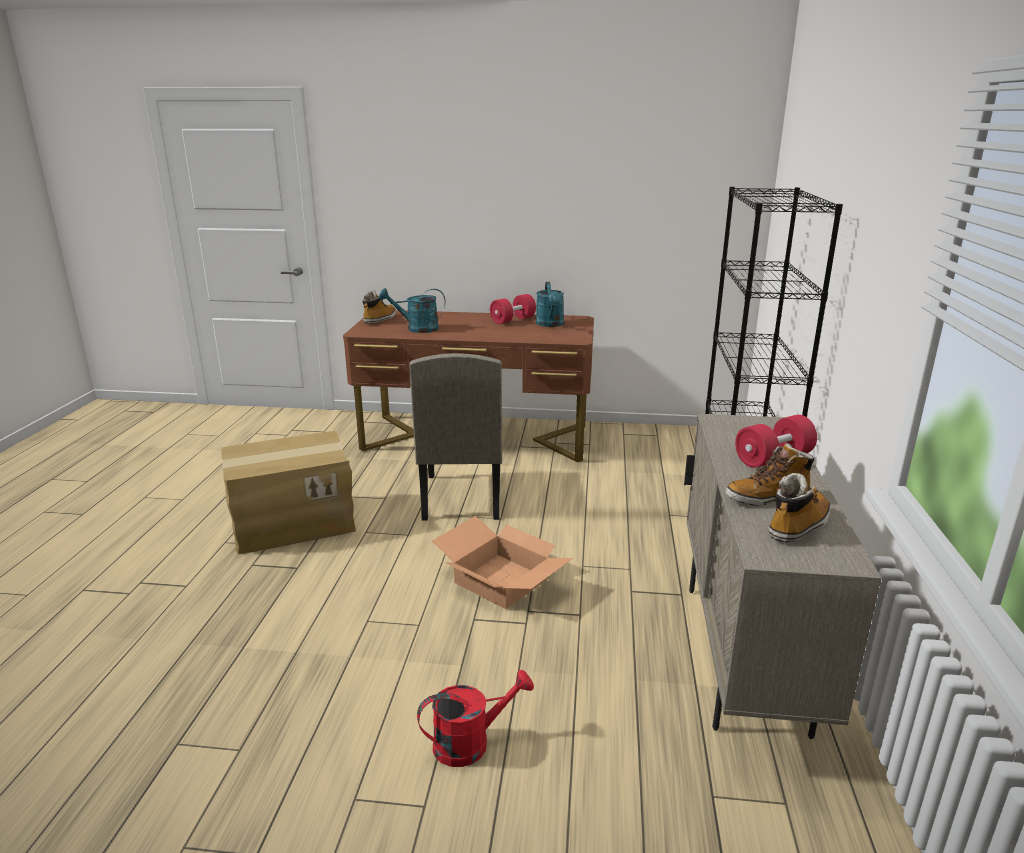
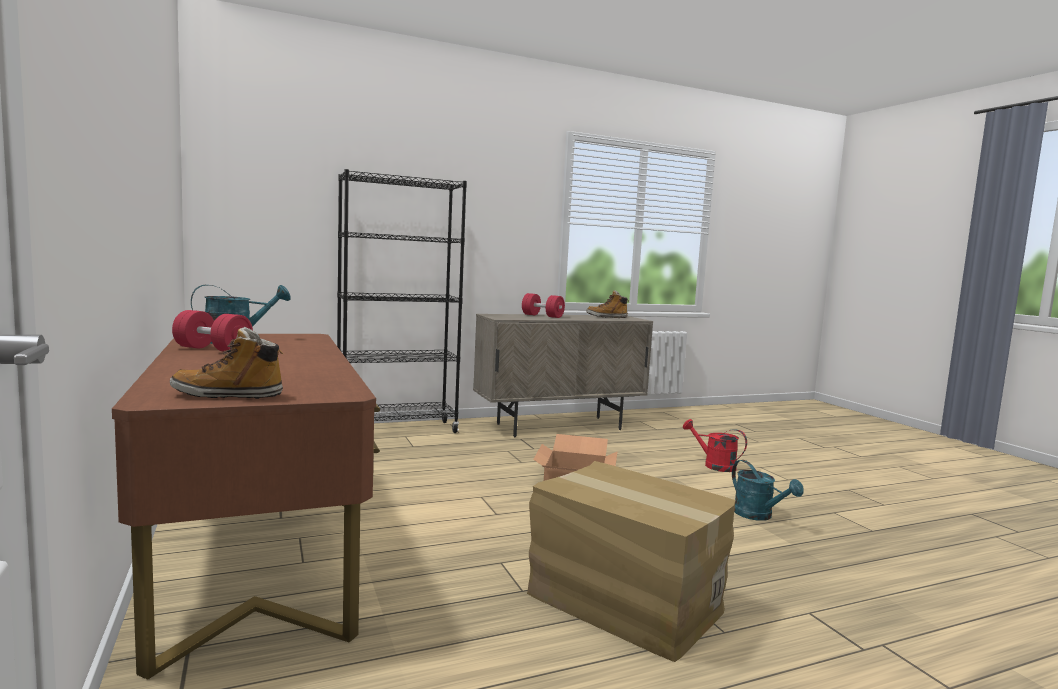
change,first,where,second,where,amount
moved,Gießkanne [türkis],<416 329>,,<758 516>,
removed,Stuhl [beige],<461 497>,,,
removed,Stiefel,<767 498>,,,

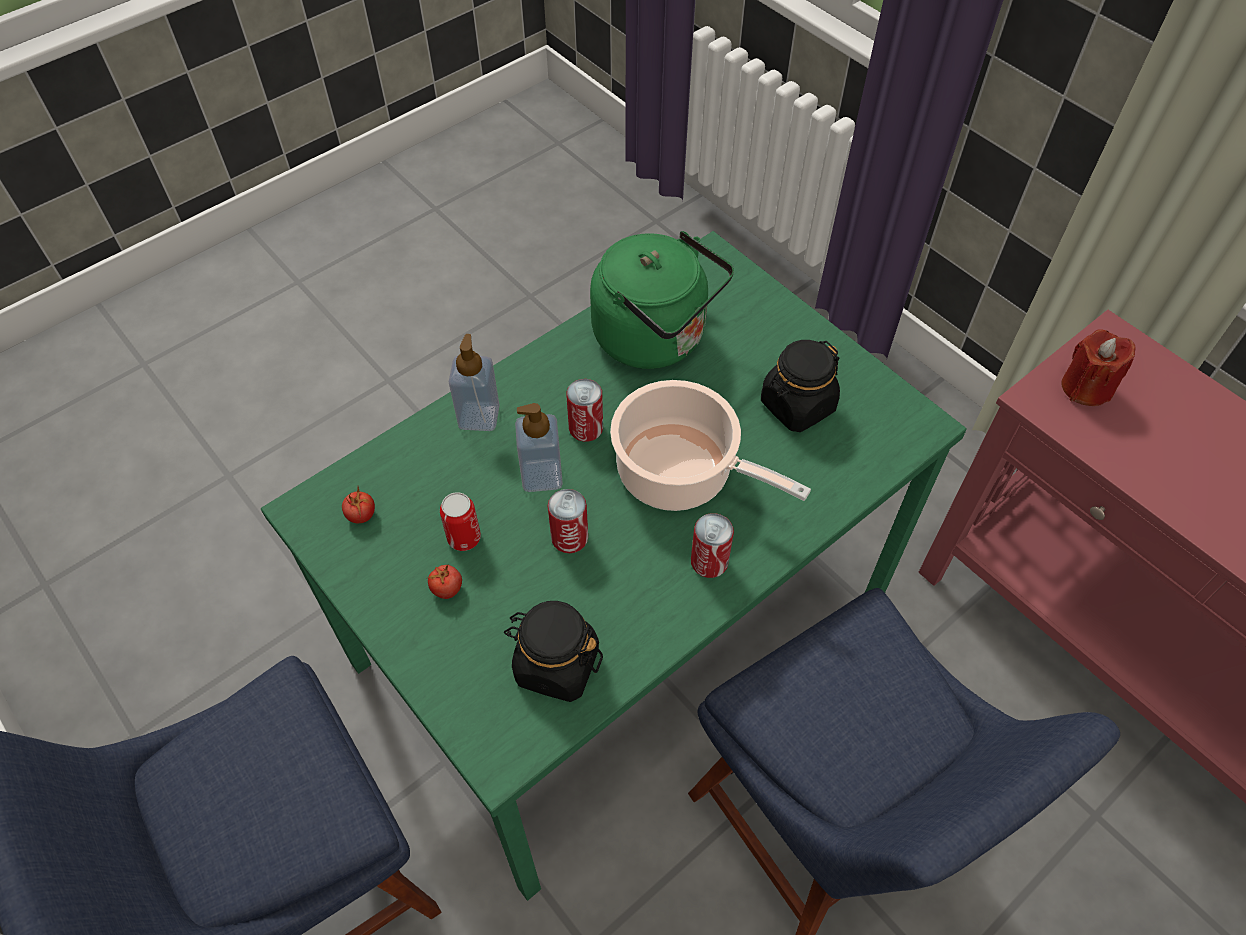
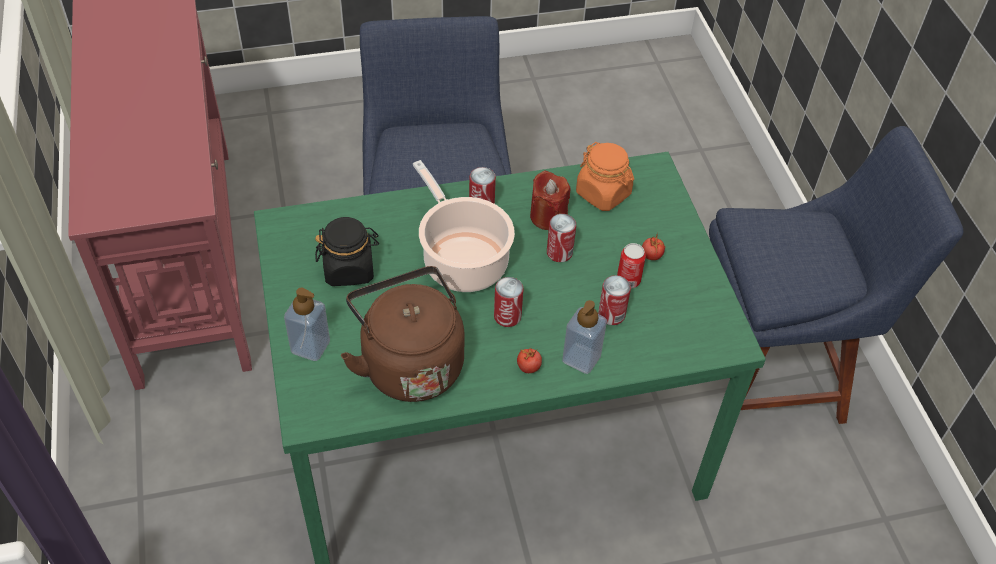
change,first,where,second,where,amount
moved,Seifenspender,<542 475>,,<310 346>,
recoloured,Wasserkessel [grün],<656 338>,Wasserkessel [braun],<409 363>,
moved,Tomate,<361 515>,,<528 367>,
moved,Kerze [rot],<1085 388>,,<548 217>,
recoloured,Vorratsglas [schwarz],<556 665>,Vorratsglas [orange],<603 194>,
added,,,Dose,<611 315>,

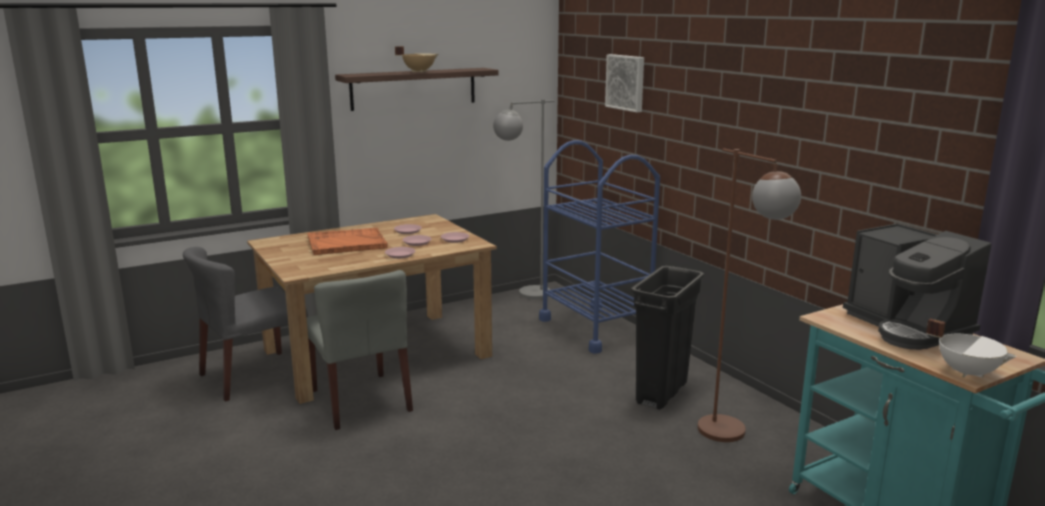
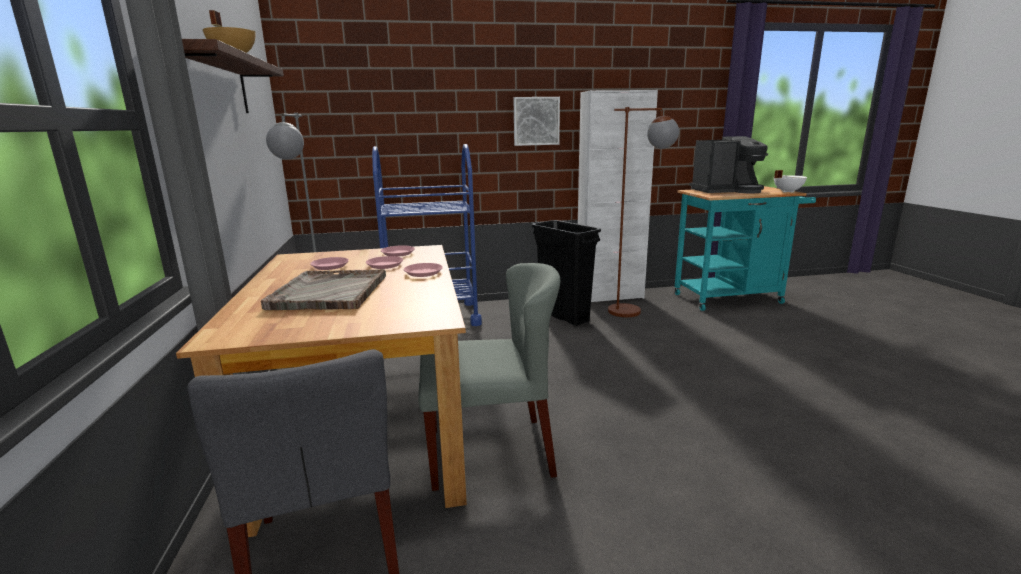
change,first,where,second,where,amount
recoloured,Tablett [orange],<346 243>,Tablett [grau],<329 292>,
moved,Bild,<626 82>,,<536 121>,
added,,,Schrank [weiß],<609 296>,

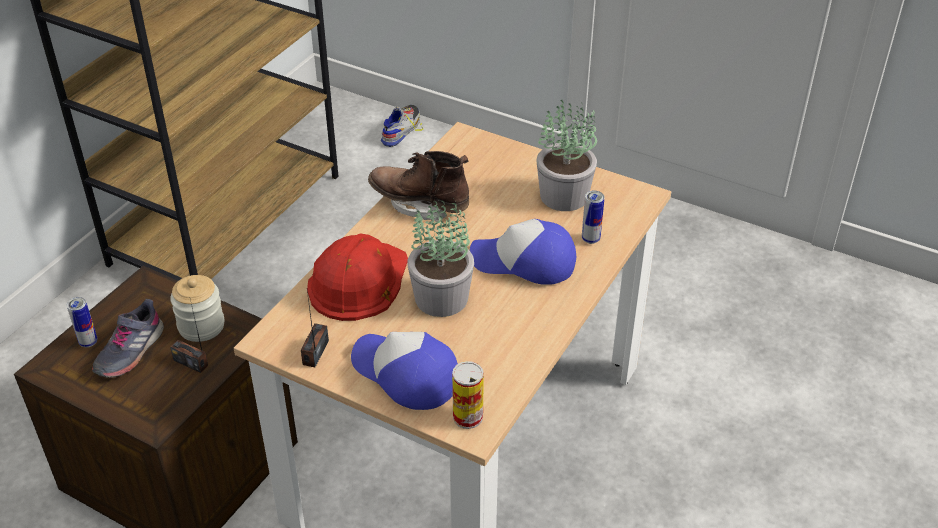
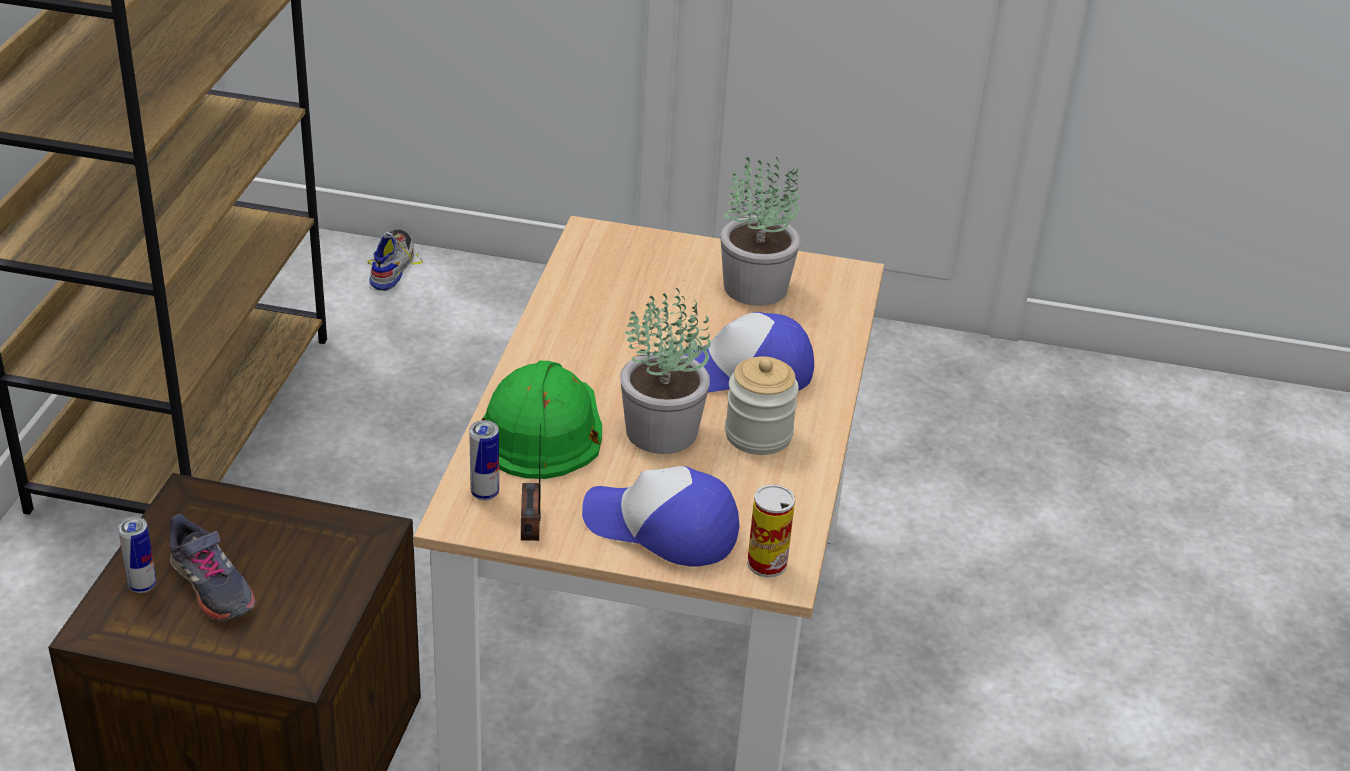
change,first,where,second,where,amount
turned,Schuh [grau],<129 351>,,<211 586>,45 degrees counterclockwise
moved,Dose,<590 239>,,<485 493>,
recoloured,Schutzhelm [rot],<358 281>,Schutzhelm [grün],<541 427>,
moved,Vorratsglas,<201 326>,,<758 435>,
removed,Radio,<191 362>,,,
removed,Stiefel [braun],<420 204>,,,

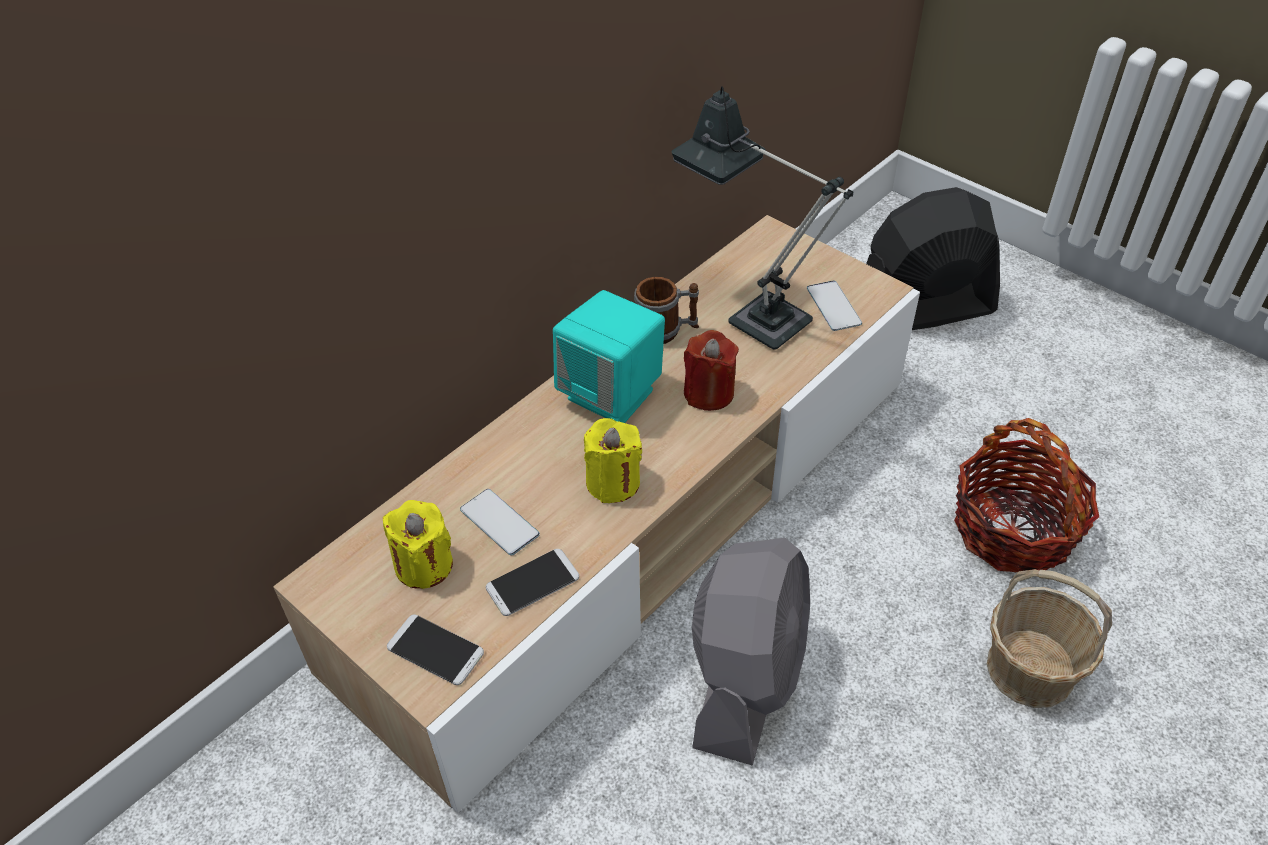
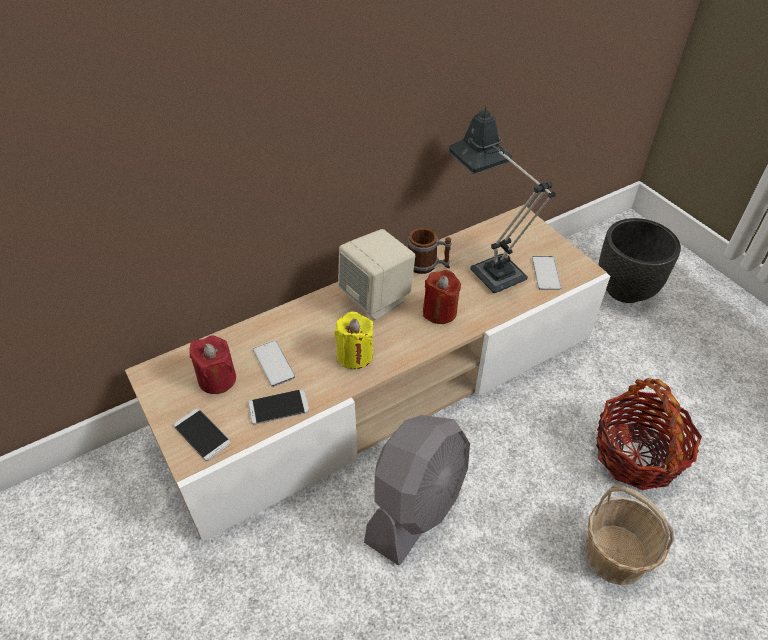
change,first,where,second,where,amount
recoloured,Kerze [gelb],<424 565>,Kerze [rot],<217 379>,
recoloured,Lautsprecher [türkis],<612 394>,Lautsprecher [beige],<376 299>,
replaced,Ventilator [schwarz],<922 310>,Pflanzkübel [schwarz],<624 291>,

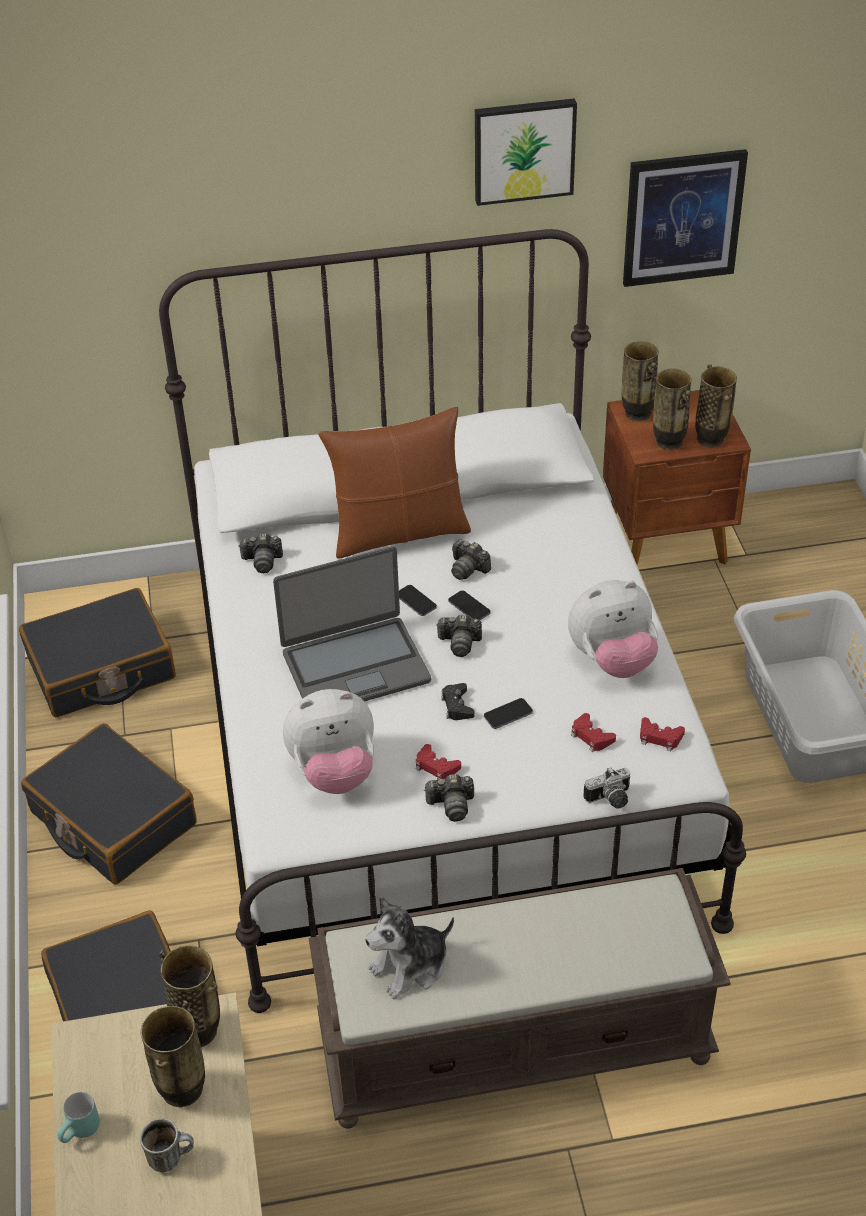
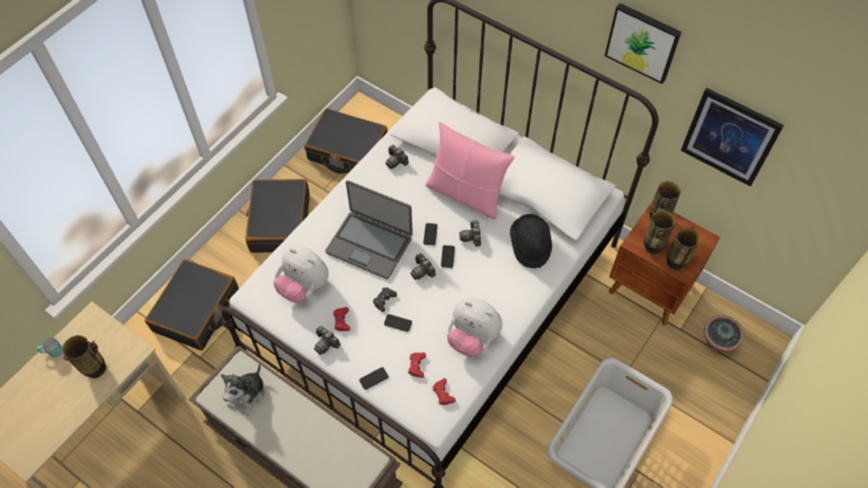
change,first,where,second,where,amount
turned,Plüschtier,<411 967>,,<248 395>,75 degrees counterclockwise
added,,,Handy,<374 379>,
recoloured,Kissen [braun],<399 533>,Kissen [rosa],<466 194>,
added,,,Hut [schwarz],<530 246>,
added,,,Topfpflanze,<717 342>,
removed,Henkelbecher,<171 1157>,,,
removed,Vase,<198 1031>,,,
removed,Kamera,<610 799>,,,

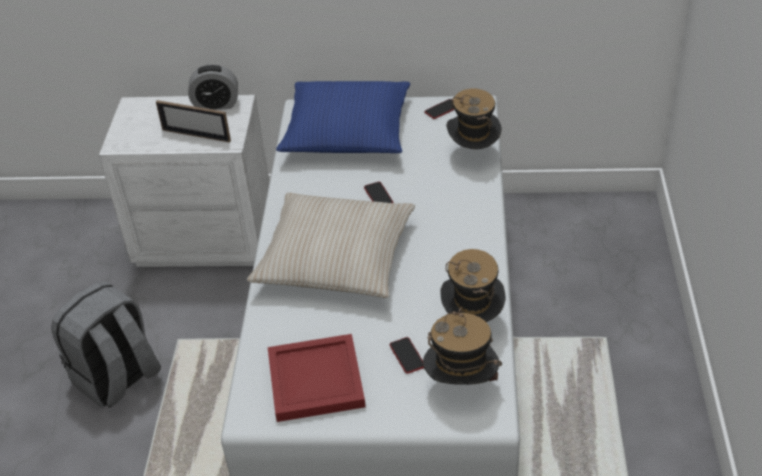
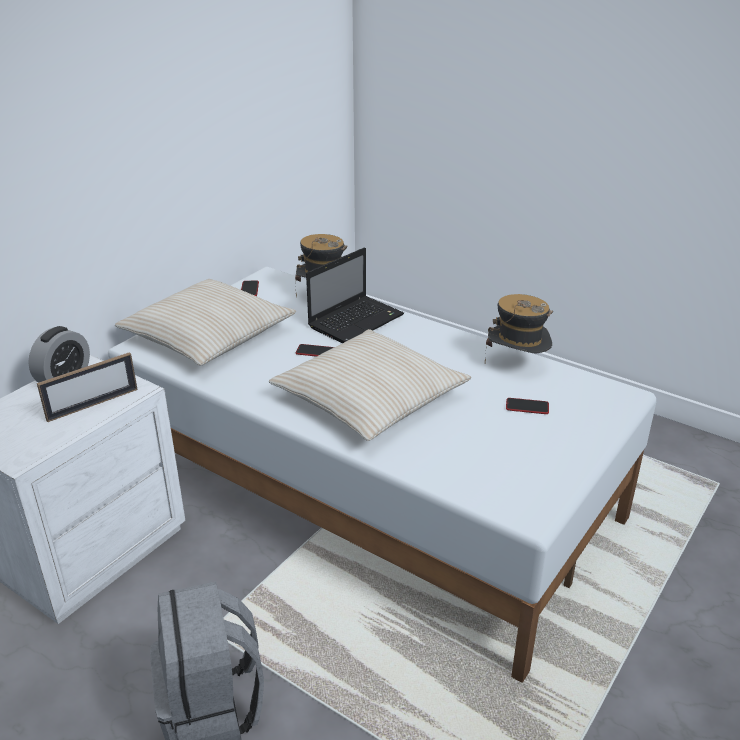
change,first,where,second,where,amount
recoloured,Kissen [blau],<347 131>,Kissen [beige],<208 336>,
added,,,Laptop,<357 320>,
removed,Tablett [rot],<317 379>,,,
removed,Hut,<461 386>,,,

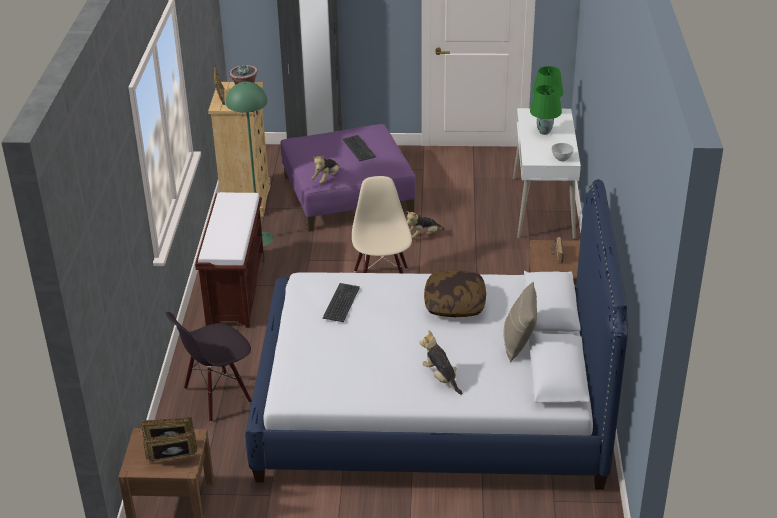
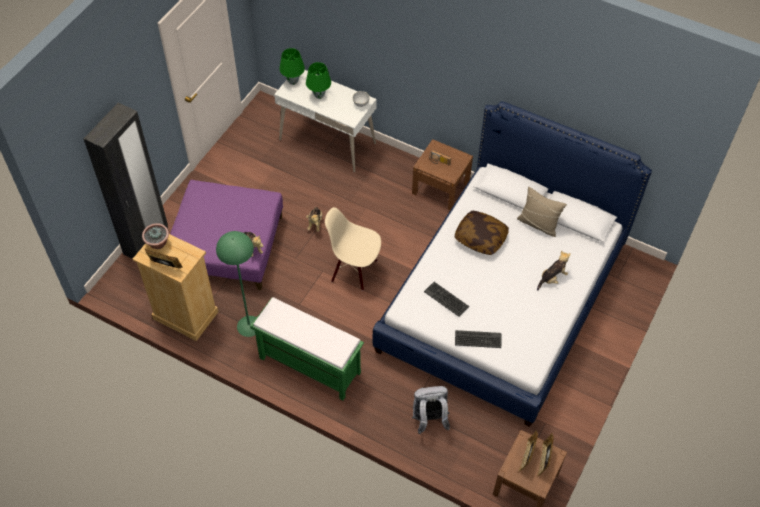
change,first,where,second,where,amount
recoloured,Bank [braun],<235 290>,Bank [grün],<308 365>,
replaced,Stuhl [schwarz],<217 396>,Rucksack [grau],<429 420>,
moved,Tastatur,<358 148>,,<478 339>,
turned,Plüschtier,<441 378>,,<552 278>,150 degrees clockwise

